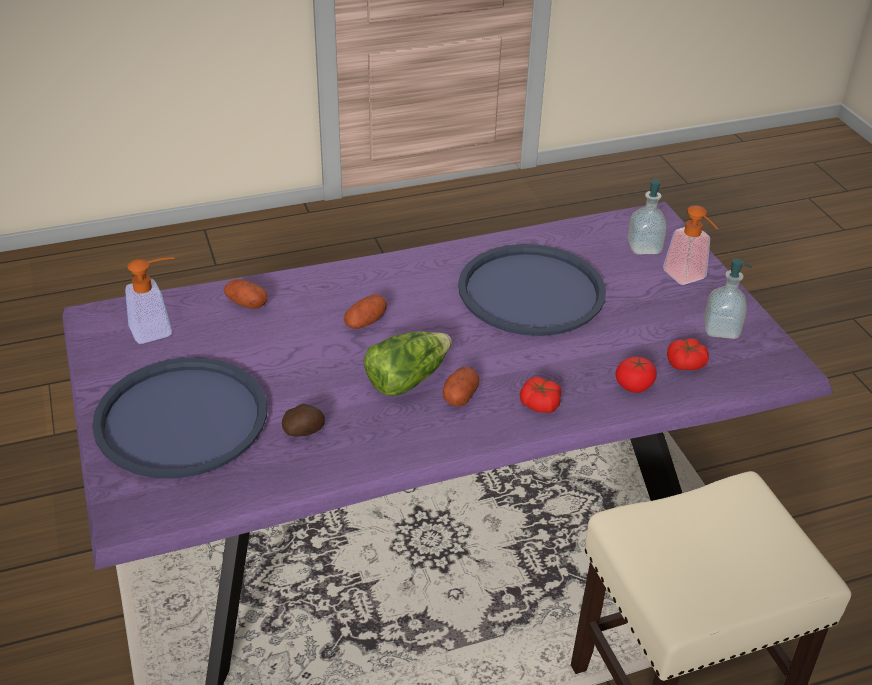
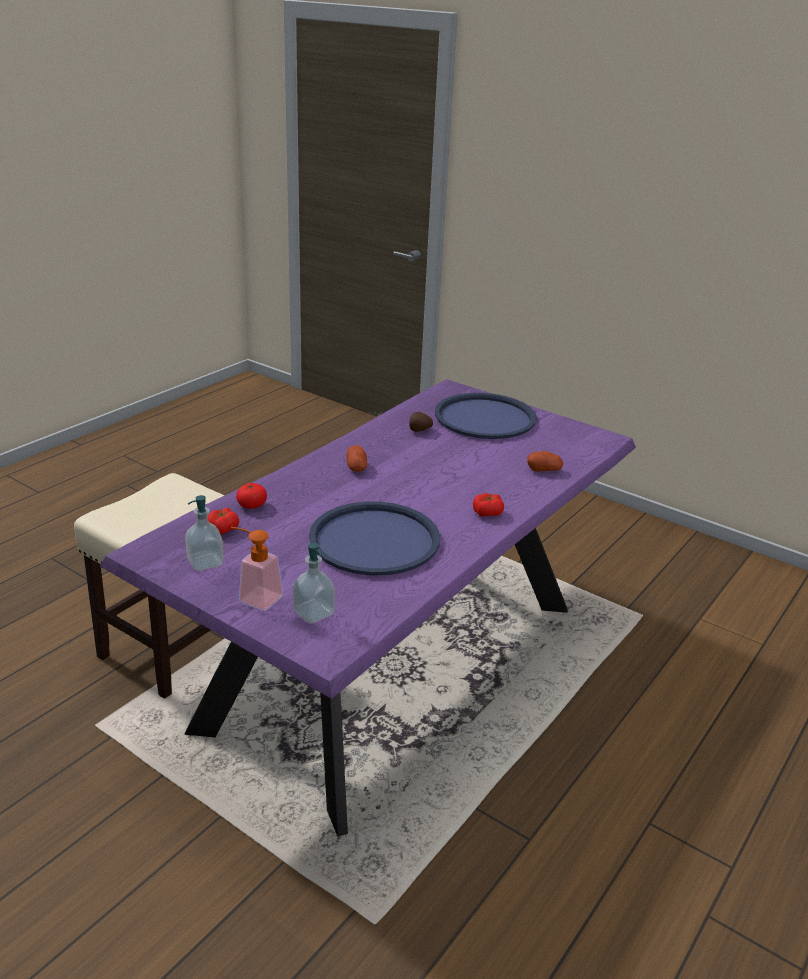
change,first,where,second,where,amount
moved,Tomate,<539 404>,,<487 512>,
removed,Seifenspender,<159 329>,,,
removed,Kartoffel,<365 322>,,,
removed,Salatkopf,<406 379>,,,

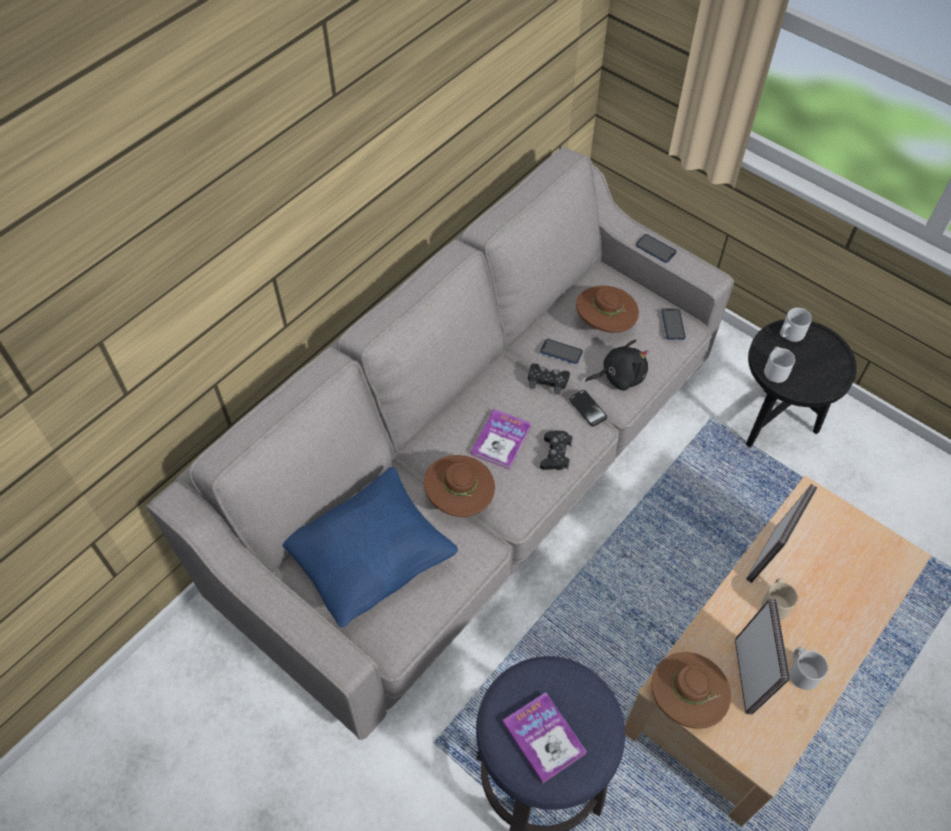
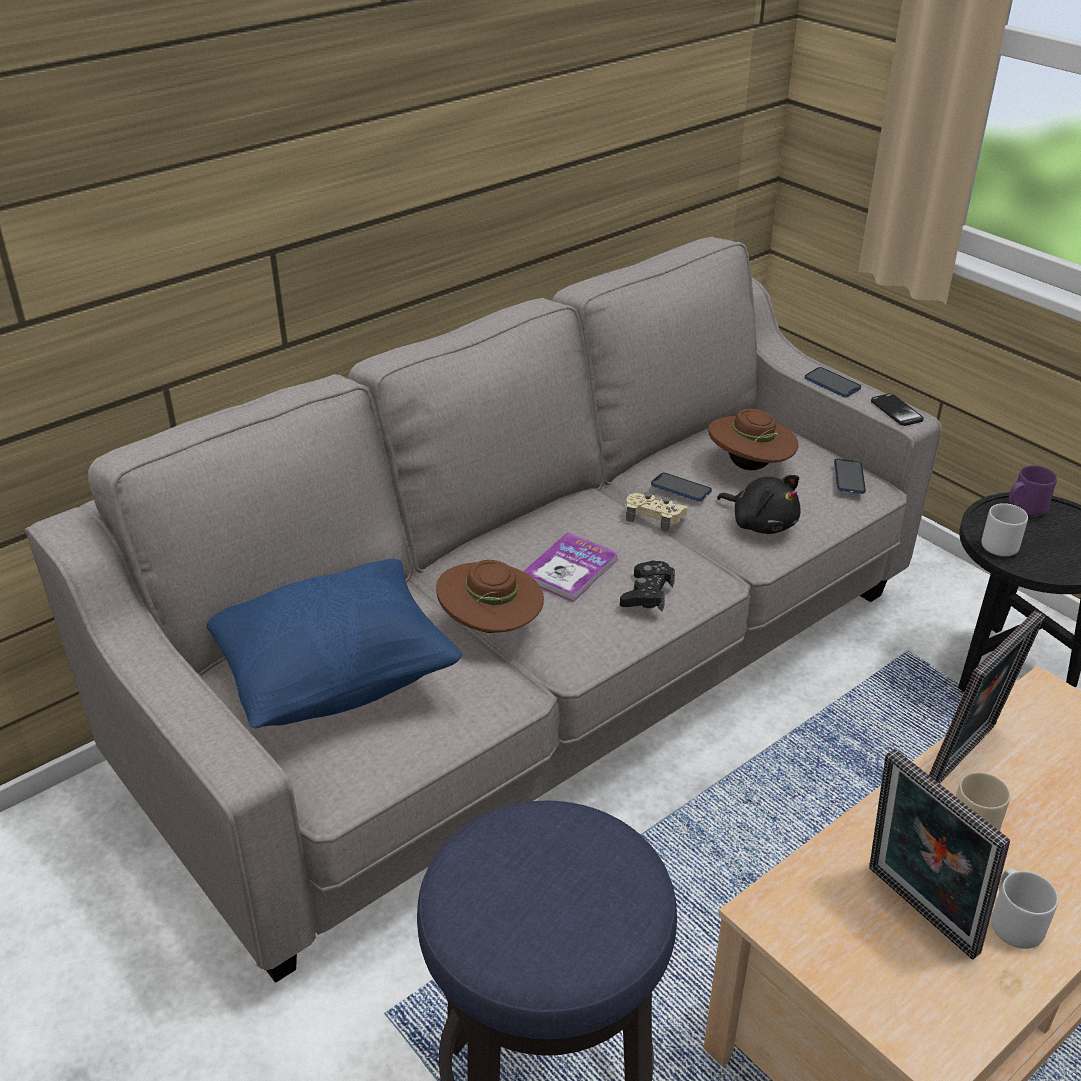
change,first,where,second,where,amount
recoloured,Gamepad [schwarz],<547 381>,Gamepad [beige],<654 516>,
turned,Plüschtier [schwarz],<619 376>,,<761 523>,45 degrees clockwise
turned,Bilderrahmen,<748 676>,,<916 914>,135 degrees clockwise
moved,Handy,<588 408>,,<896 411>,
recoloured,Henkelbecher [grau],<790 334>,Henkelbecher [lila],<1025 507>,
removed,Buch,<543 738>,,,
removed,Hut [braun],<685 699>,,,

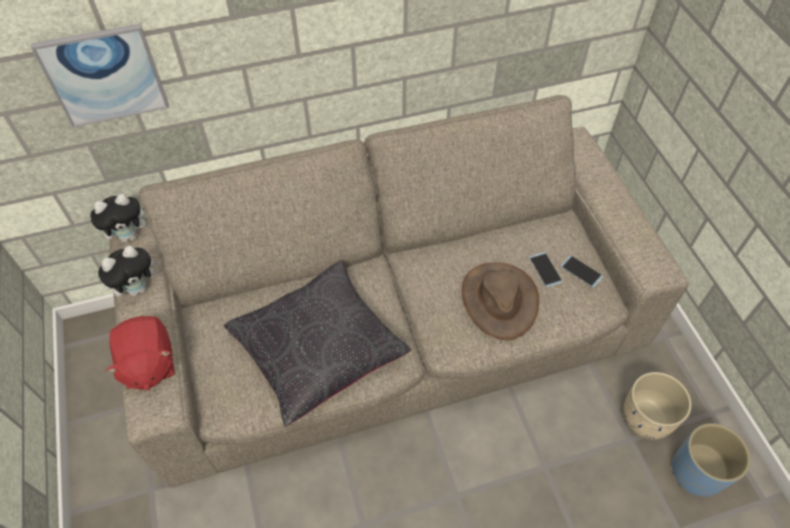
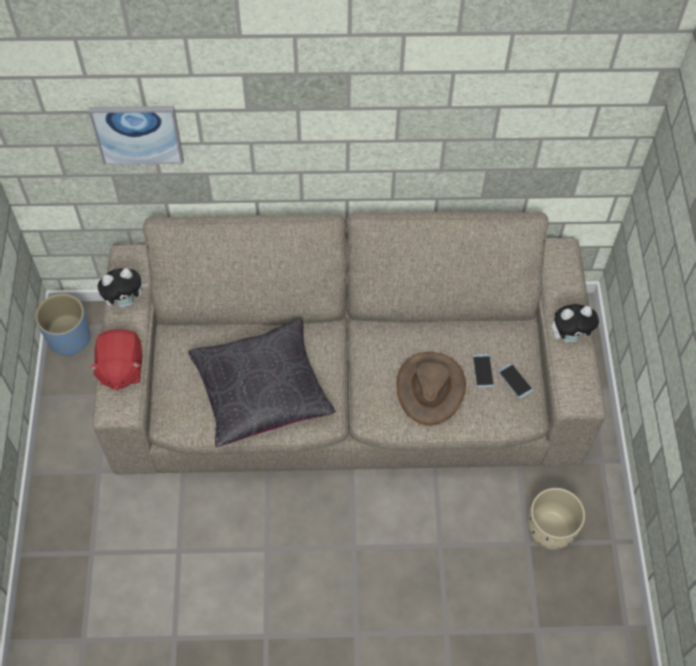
change,first,where,second,where,amount
moved,Pflanzkübel [blau],<696 471>,,<69 338>,
moved,Plüschtier,<130 235>,,<569 336>,

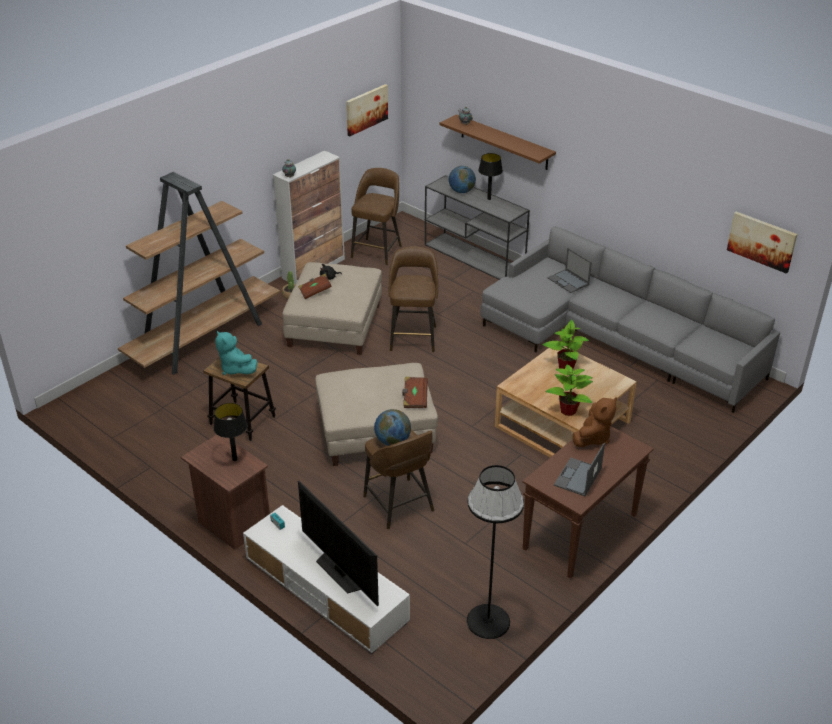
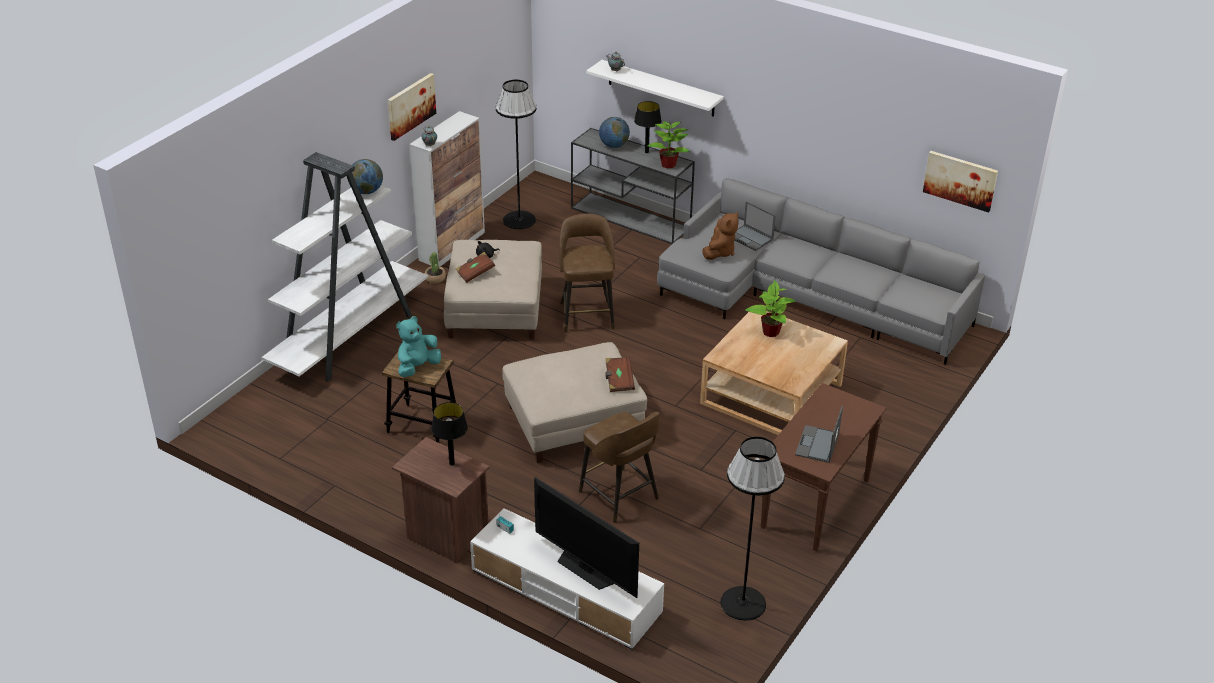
change,first,where,second,where,amount
recoloured,Bücherregal [braun],<204 338>,Bücherregal [weiß],<350 336>,
moved,Globus,<392 441>,,<366 191>,
moved,Bild,<366 109>,,<410 106>,
turned,Plüschtier [türkis],<236 369>,,<417 367>,90 degrees clockwise
replaced,Hocker [braun],<377 251>,Stehlampe [schwarz],<519 220>,
recoloured,Wandregal [braun],<504 142>,Wandregal [weiß],<661 88>,
moved,Topfpflanze,<568 410>,,<668 164>,
moved,Plüschtier [braun],<593 437>,,<719 252>,

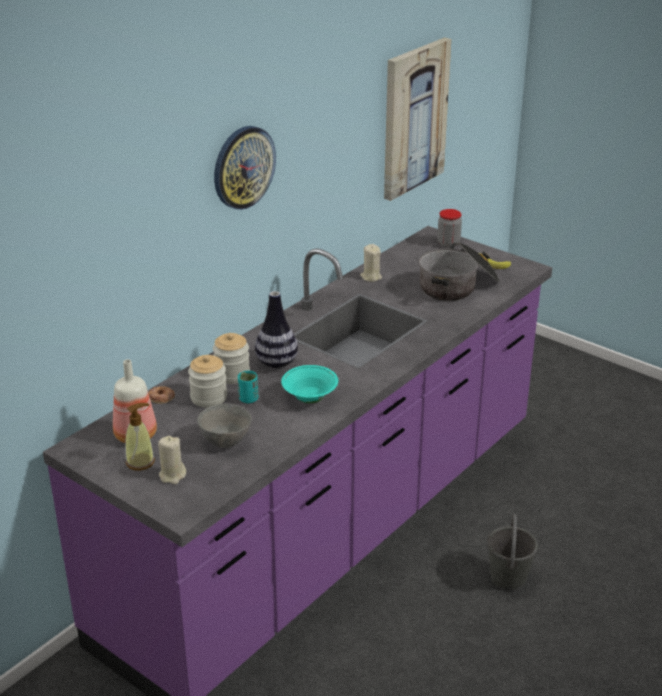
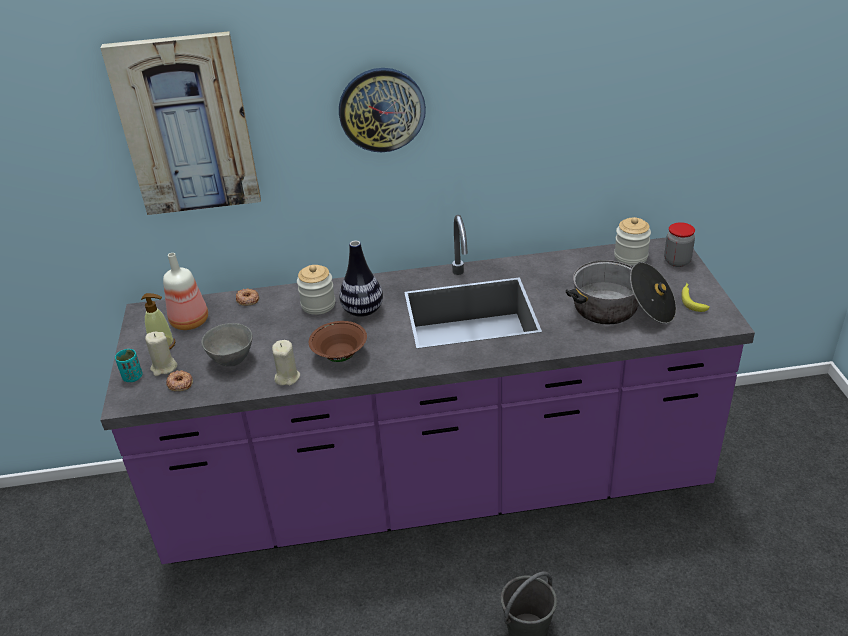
change,first,where,second,where,amount
moved,Bild,<413 118>,,<186 125>,
moved,Tasse [türkis],<248 399>,,<132 377>,
added,,,Donut,<180 383>,
moved,Kerze [beige],<371 277>,,<287 377>,
recoloured,Schüssel [türkis],<310 398>,Schüssel [braun],<340 356>,
moved,Vorratsglas,<209 397>,,<630 257>,

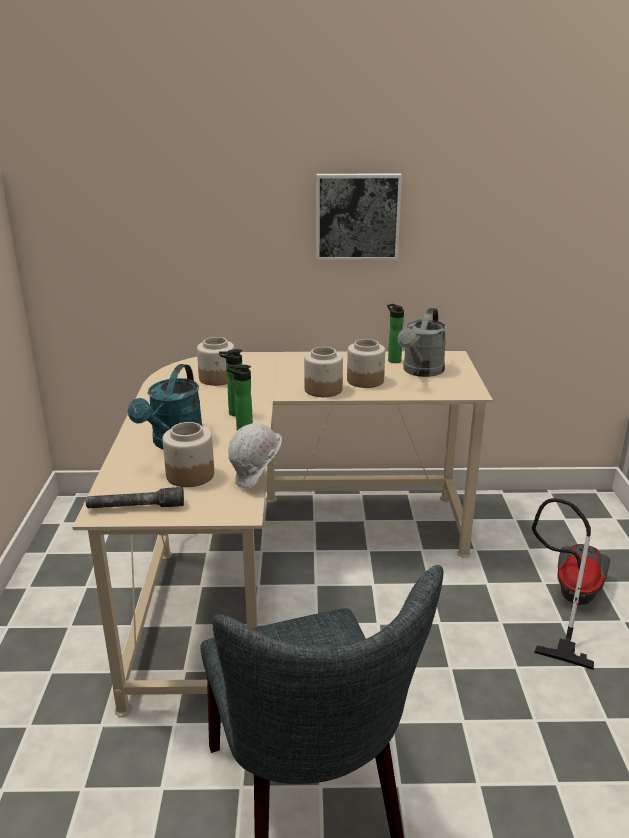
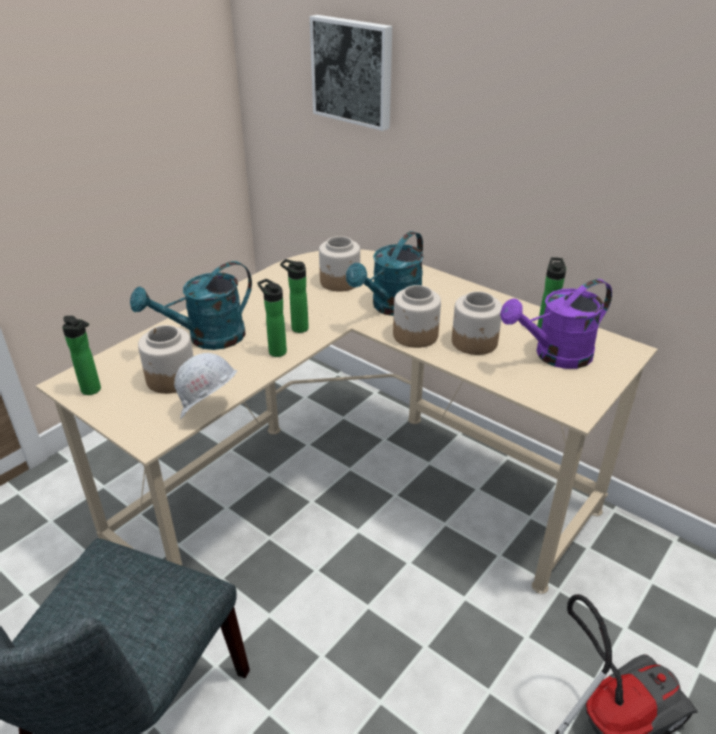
change,first,where,second,where,amount
replaced,Taschenlampe [grau],<136 507>,Flasche,<93 390>,
moved,Bild,<357 216>,,<353 71>,
added,,,Gießkanne [türkis],<391 307>,
recoloured,Gießkanne [grau],<421 372>,Gießkanne [lila],<554 356>,

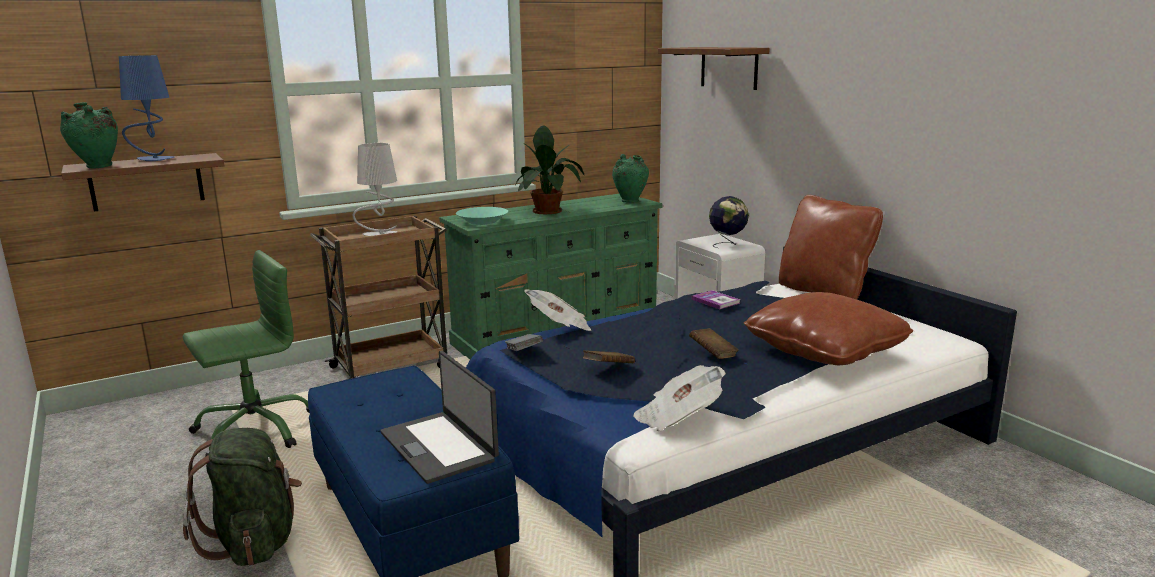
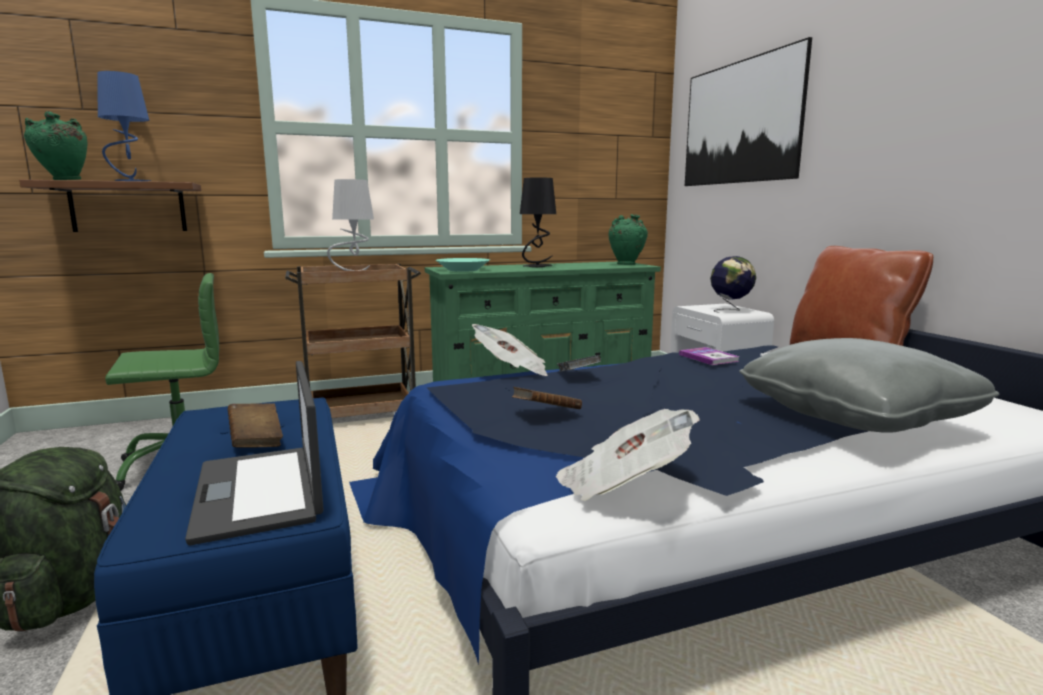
change,first,where,second,where,amount
moved,Buch [braun],<713 354>,,<256 441>,
replaced,Topfpflanze,<548 210>,Tischlampe [schwarz],<537 267>,
moved,Buch [grau],<524 352>,,<577 376>,
replaced,Wandregal [braun],<729 67>,Bild,<740 122>,
recoloured,Kissen [braun],<824 351>,Kissen [grau],<856 416>,

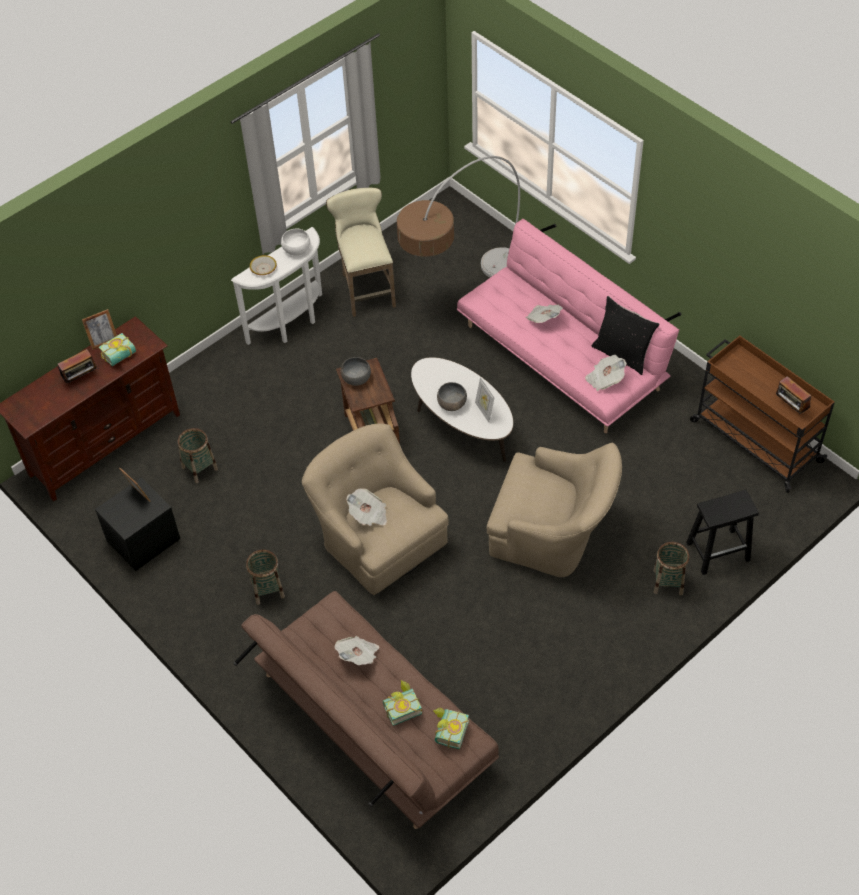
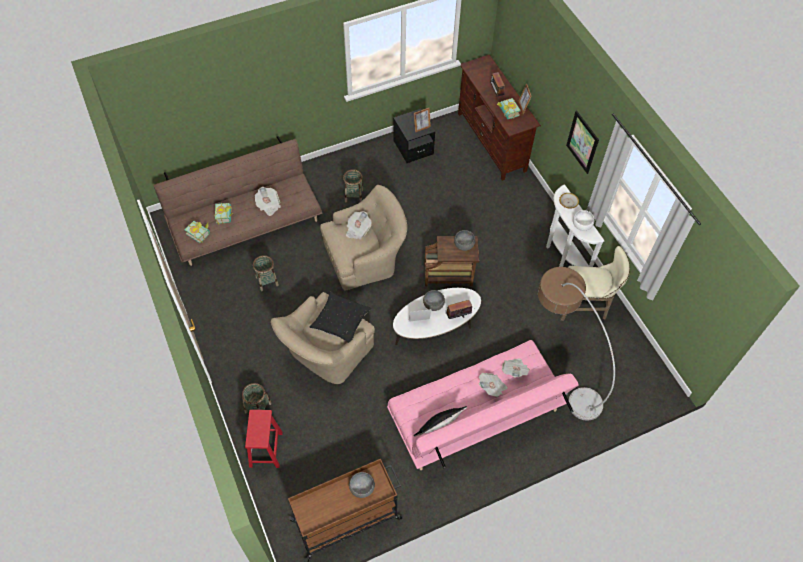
change,first,where,second,where,amount
recoloured,Hocker [schwarz],<718 551>,Hocker [rot],<266 450>,
moved,Korb,<199 468>,,<267 281>,
added,,,Kissen [schwarz],<340 321>,
added,,,Schüssel [grau],<361 488>,
moved,Radio,<790 407>,,<458 316>,
moved,Zeitung,<604 379>,,<514 370>,
added,,,Bild,<582 142>,

